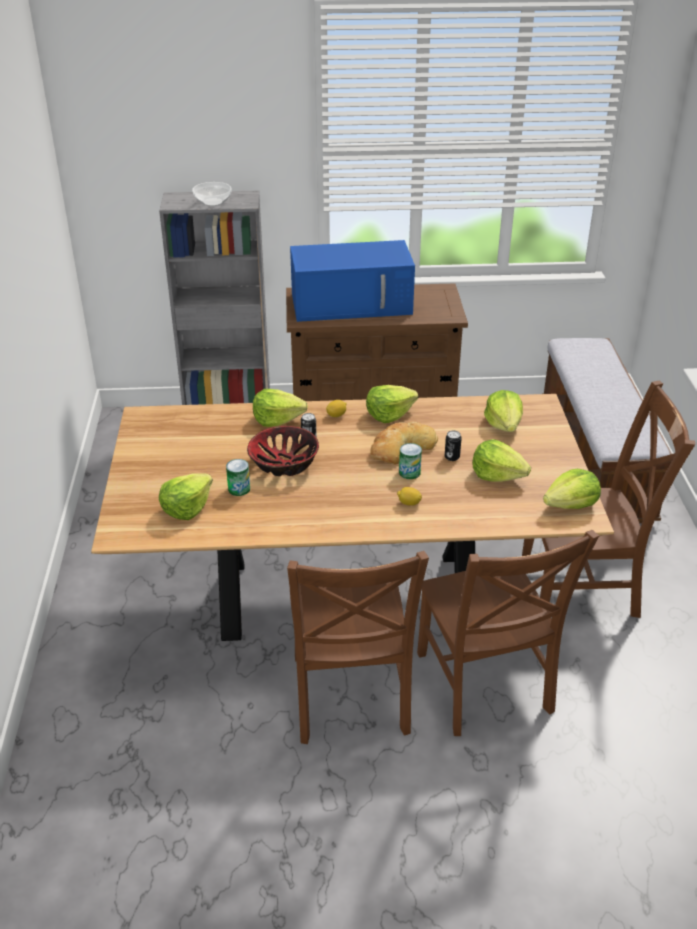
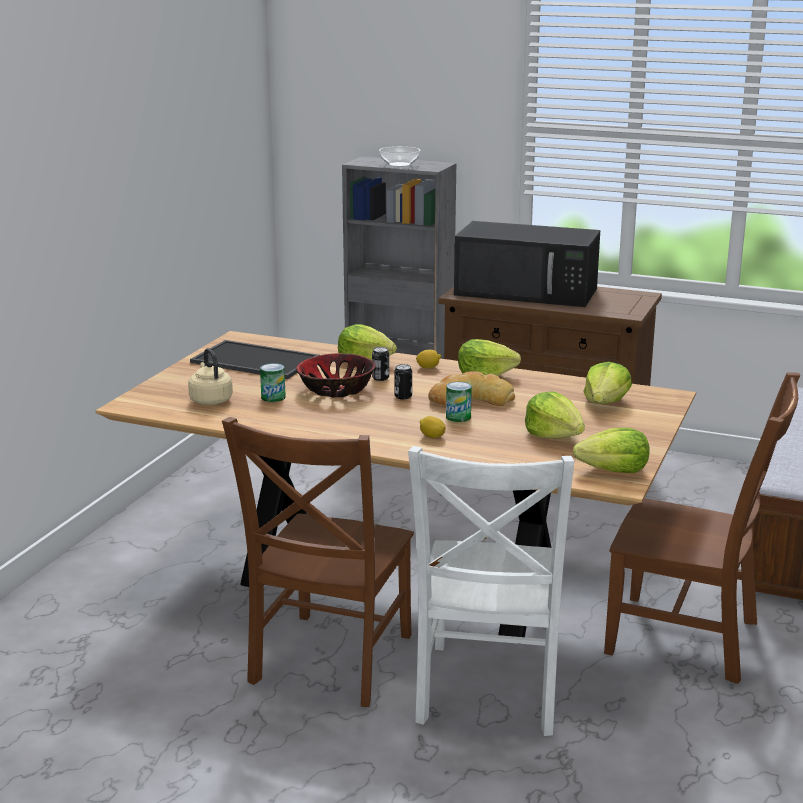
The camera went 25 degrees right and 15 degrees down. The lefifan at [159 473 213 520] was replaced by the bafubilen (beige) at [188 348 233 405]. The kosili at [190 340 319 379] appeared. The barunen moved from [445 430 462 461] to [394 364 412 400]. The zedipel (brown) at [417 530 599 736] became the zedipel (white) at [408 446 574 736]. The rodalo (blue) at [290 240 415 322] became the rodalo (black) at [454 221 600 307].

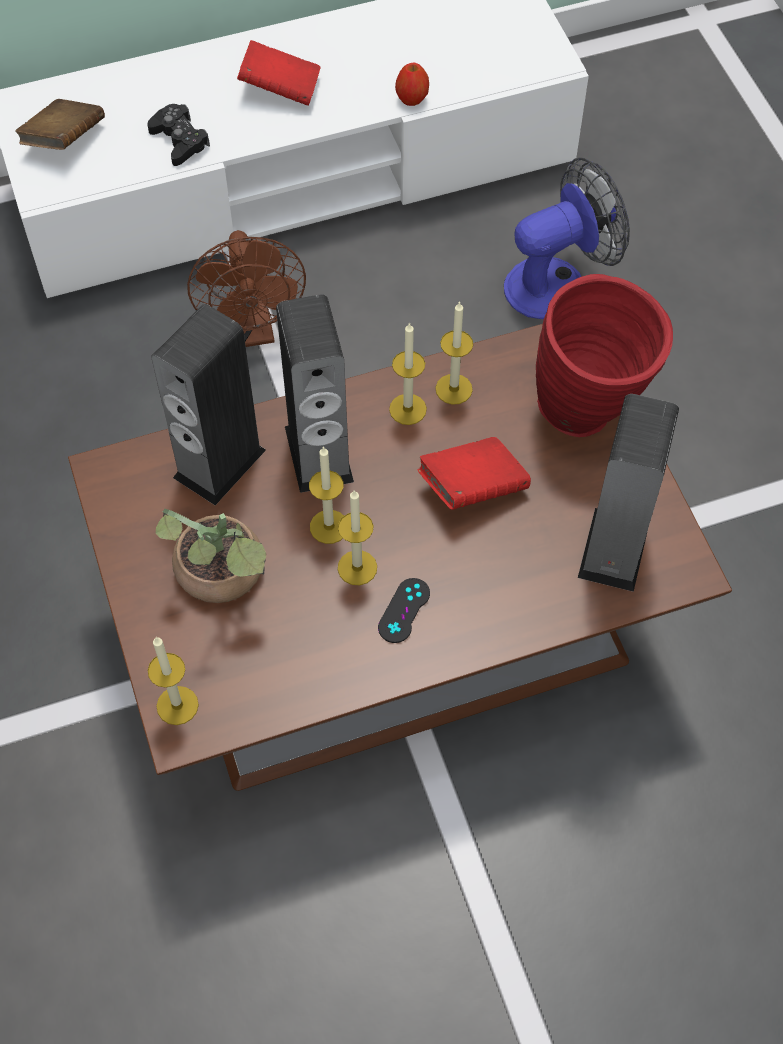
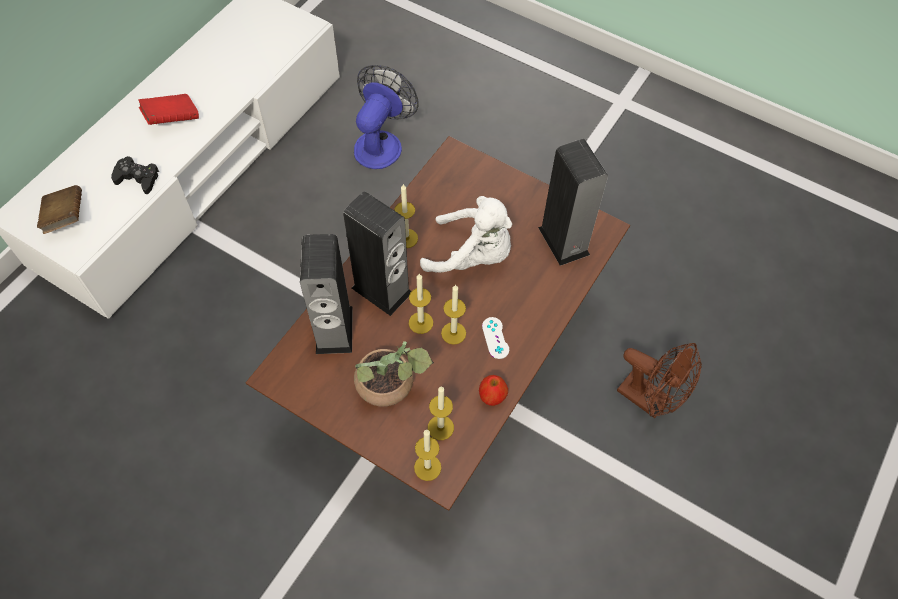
The camera went 40 degrees left and 0 degrees up. The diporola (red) at [417 437 531 510] was replaced by the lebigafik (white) at [420 196 512 273]. The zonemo moved from [435 301 473 405] to [428 387 454 440]. The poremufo moved from [395 63 429 106] to [479 375 508 406]. The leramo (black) at [378 578 430 643] became the leramo (white) at [482 317 509 359]. The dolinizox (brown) moved from [187 230 306 347] to [617 343 702 418]. The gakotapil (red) at [536 274 673 437] disappeared.

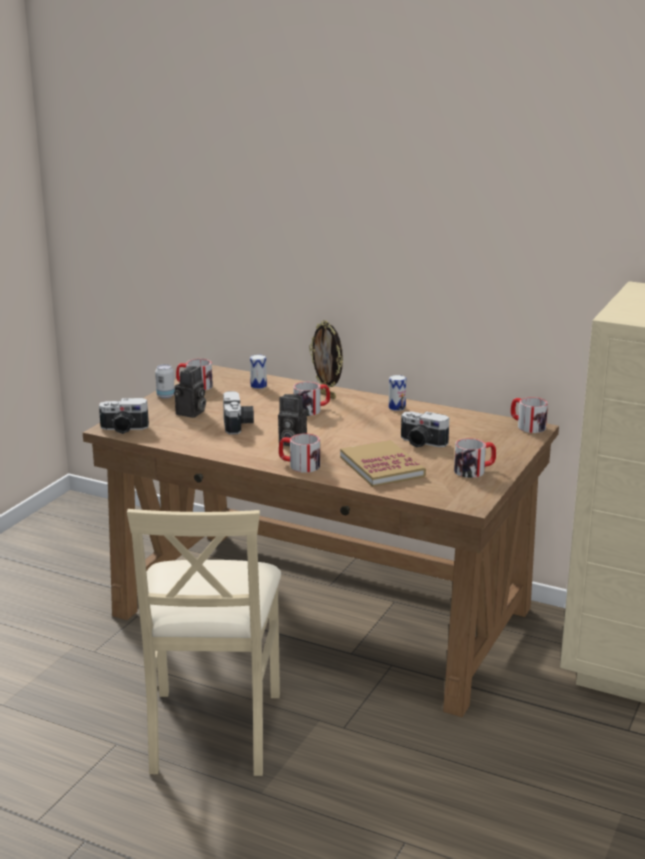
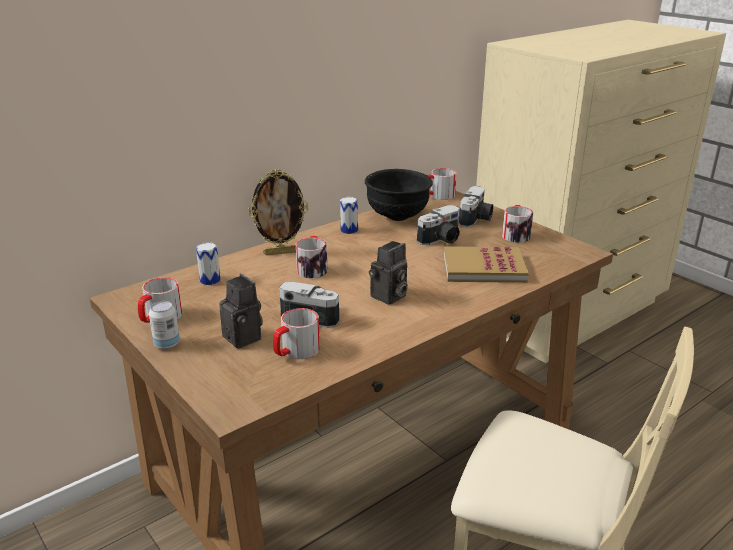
The camera went 65 degrees left and 5 degrees up. The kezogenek moved from [279 433 320 473] to [273 308 320 359]. The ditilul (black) at [365 169 433 221] appeared. The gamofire moved from [99 398 149 434] to [459 186 493 228].

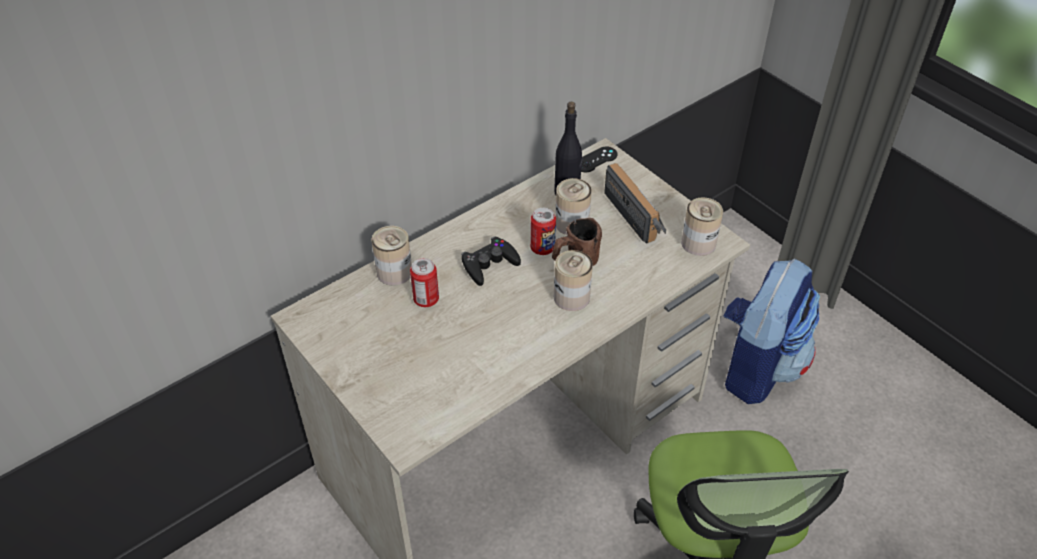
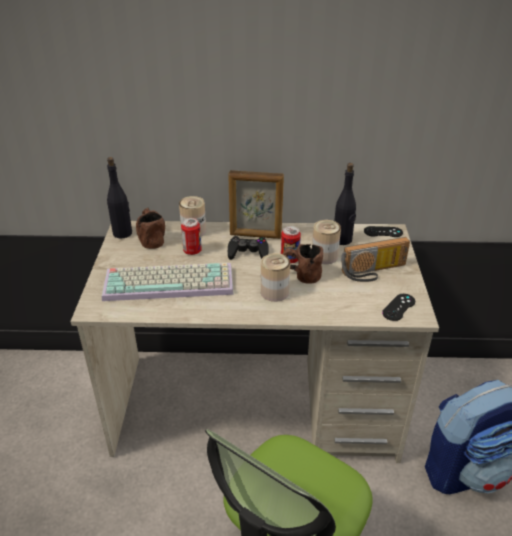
The camera went 40 degrees right and 10 degrees down. The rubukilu at [102 263 234 301] appeared. The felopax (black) at [107 157 132 239] appeared. The kezogenek (brown) at [136 208 165 249] appeared. The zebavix at [228 170 284 239] appeared. The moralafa at [604 163 666 243] turned 60 degrees clockwise. The barunen at [681 197 723 256] was replaced by the leramo (black) at [382 294 415 321].

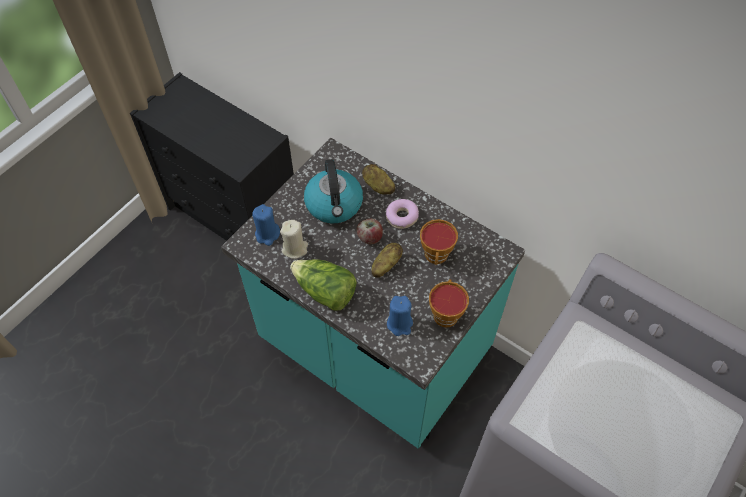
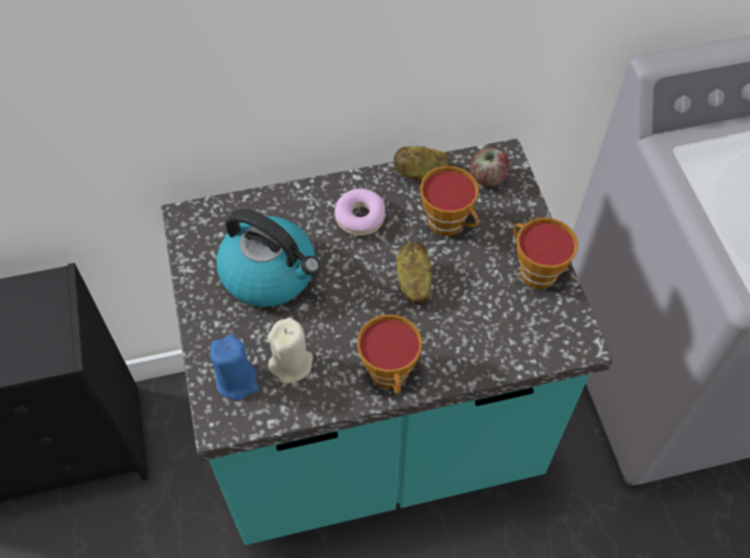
The camera went 50 degrees left and 0 degrees up. The lefifan at [290 259 357 311] was replaced by the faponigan at [357 314 422 394]. The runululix moved from [362 164 395 195] to [393 146 450 180]. The poremufo moved from [357 219 383 244] to [470 148 510 187]. The zonemo (blue) at [387 296 413 336] disappeared.

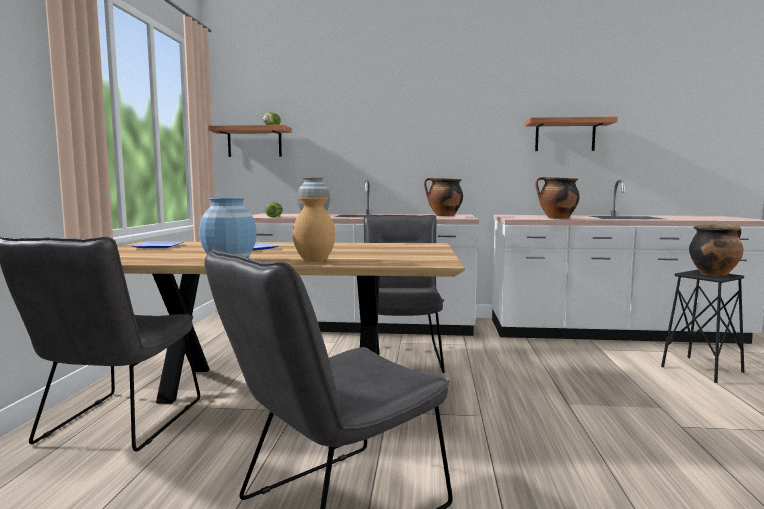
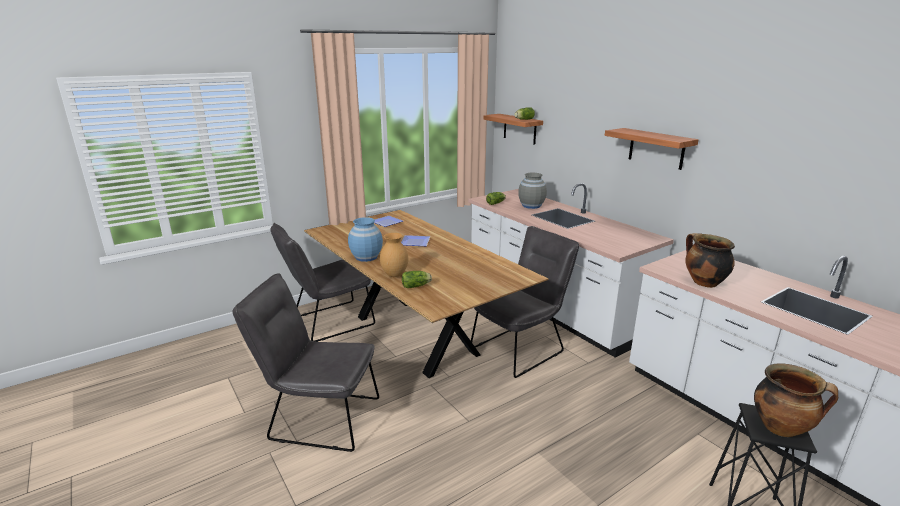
The camera went 50 degrees right and 15 degrees up. The lefifan at [402 271 432 288] appeared. The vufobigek moved from [525 117 618 151] to [605 128 699 170]. The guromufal at [424 178 463 216] disappeared.

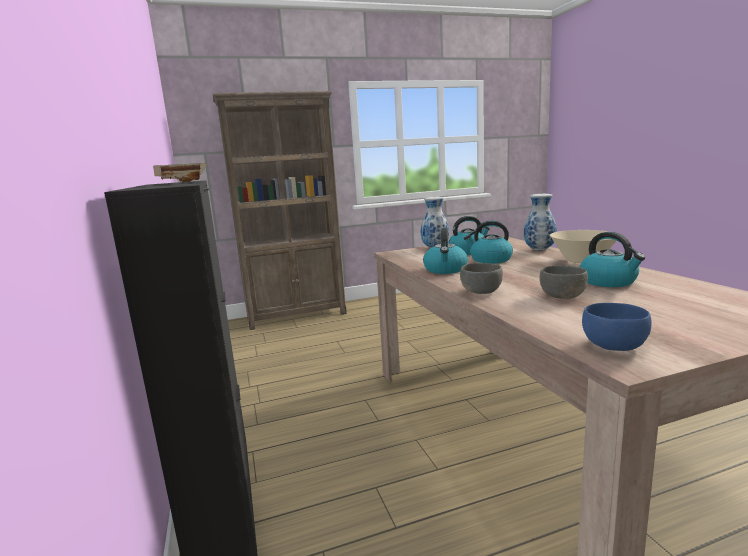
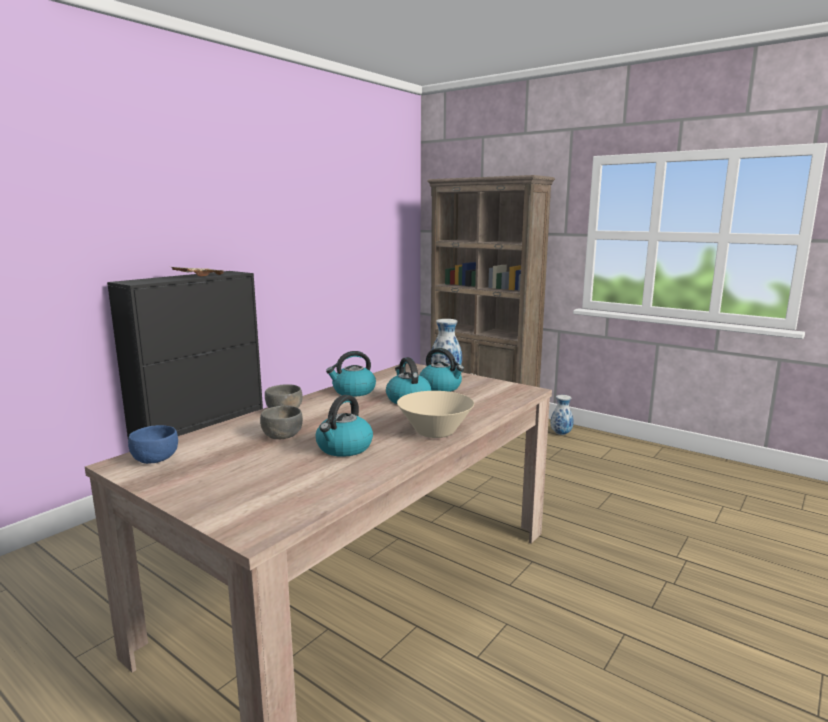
The camera went 55 degrees right and 0 degrees up. The gakotapil moved from [524 194 557 251] to [551 395 574 435].

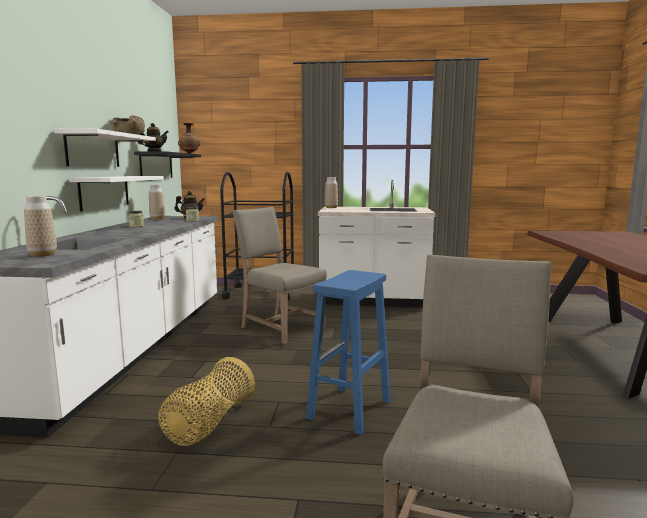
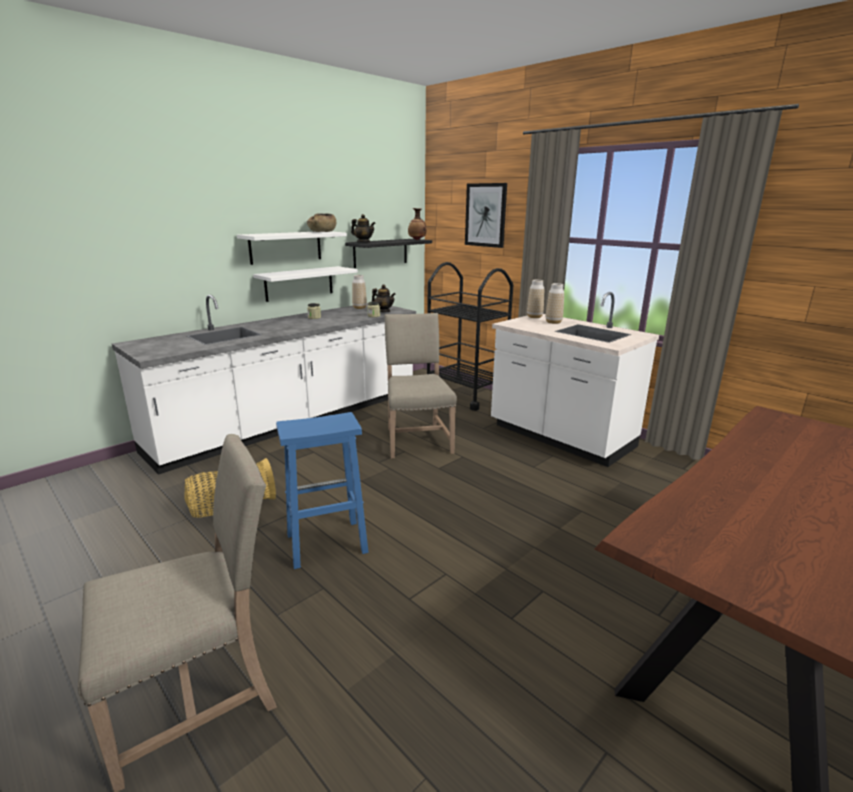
The camera went 40 degrees right and 10 degrees up. The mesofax at [465 183 507 248] appeared. The gakotapil moved from [24 196 57 257] to [546 283 564 324].

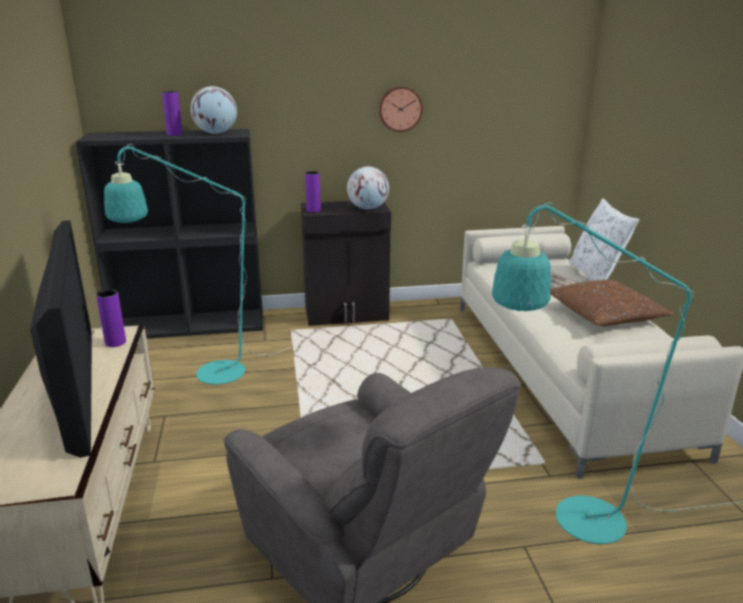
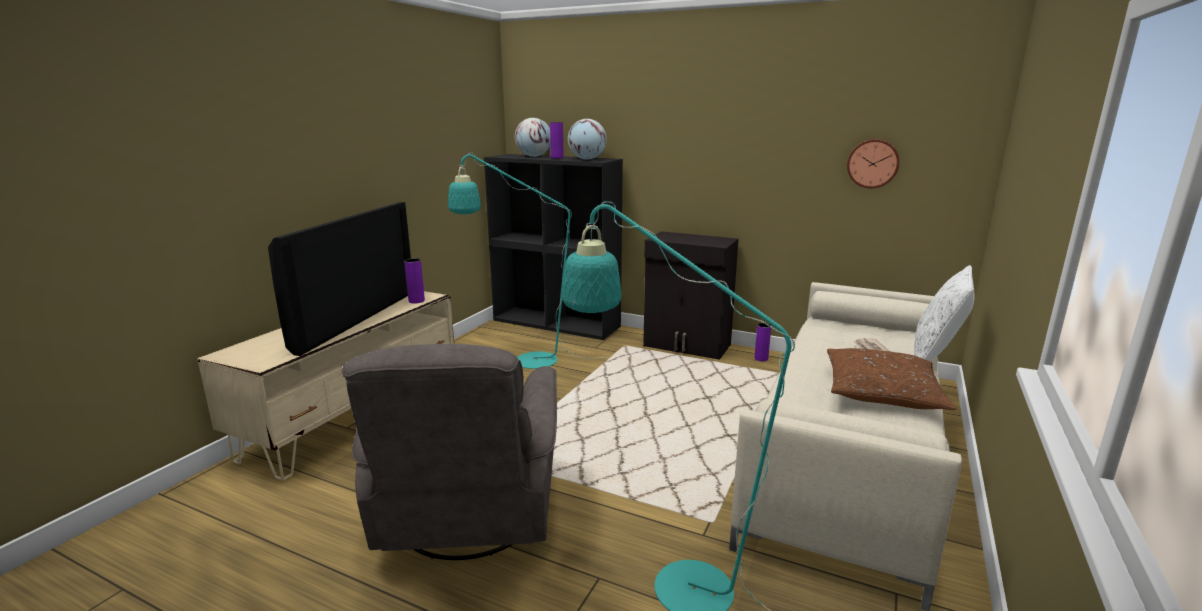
The camera went 35 degrees right and 5 degrees down. The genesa moved from [347 166 389 210] to [515 118 550 157]. The gakotapil (purple) moved from [305 171 321 212] to [754 323 771 361]. The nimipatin moved from [379 86 423 132] to [847 139 900 189].

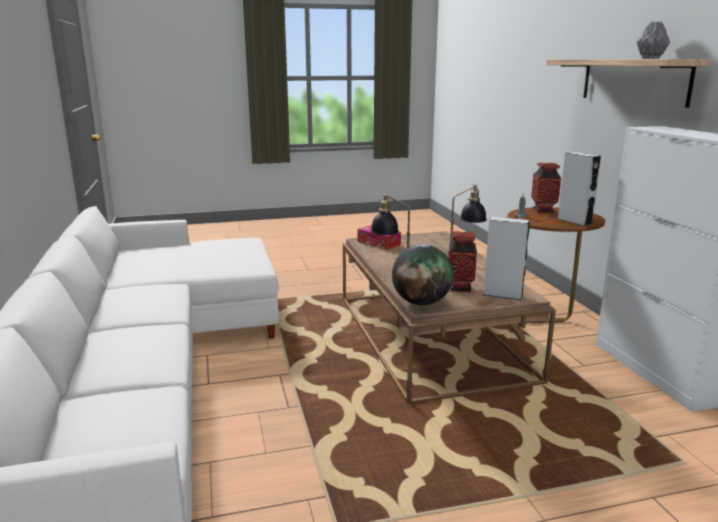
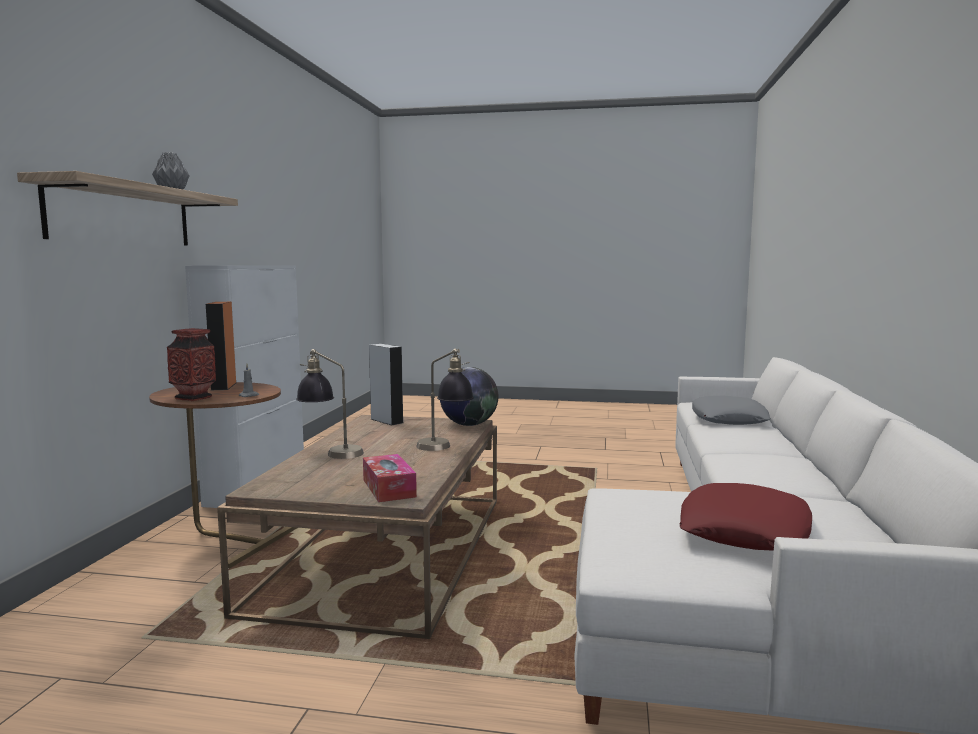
The camera went 155 degrees left and 10 degrees down. The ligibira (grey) at [558 152 601 226] became the ligibira (orange) at [206 302 236 390]. The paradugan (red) at [679 483 812 551] appeared. The paradugan (grey) at [692 395 771 425] appeared. The gakotapil at [449 232 477 292] disappeared.

